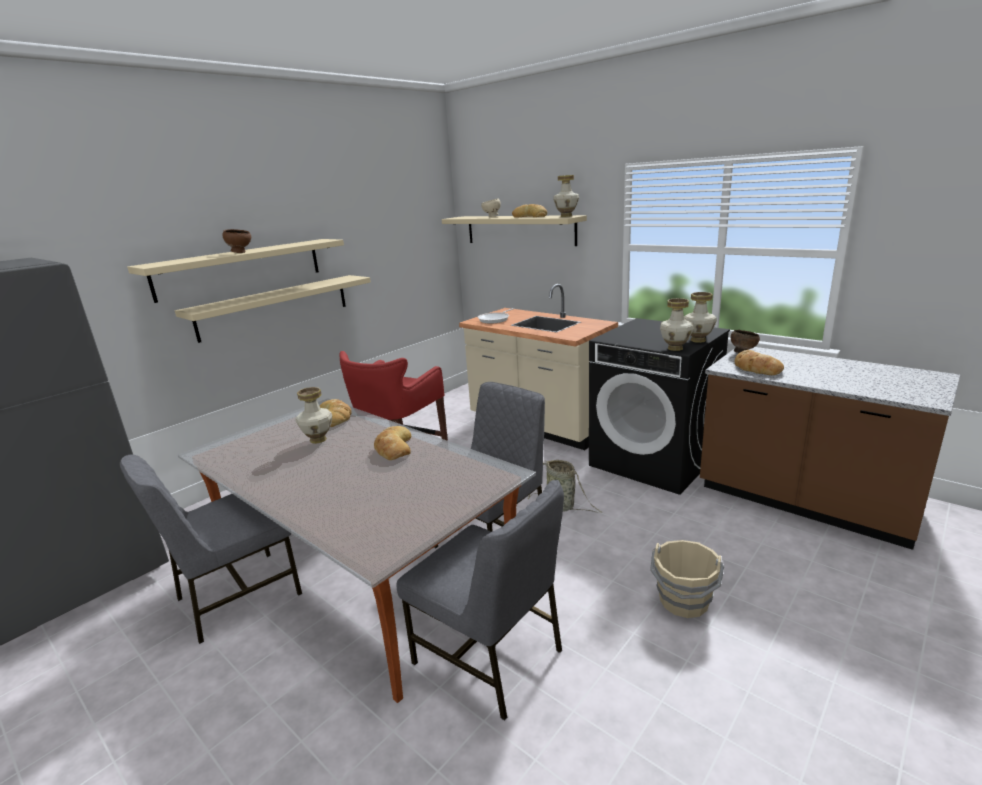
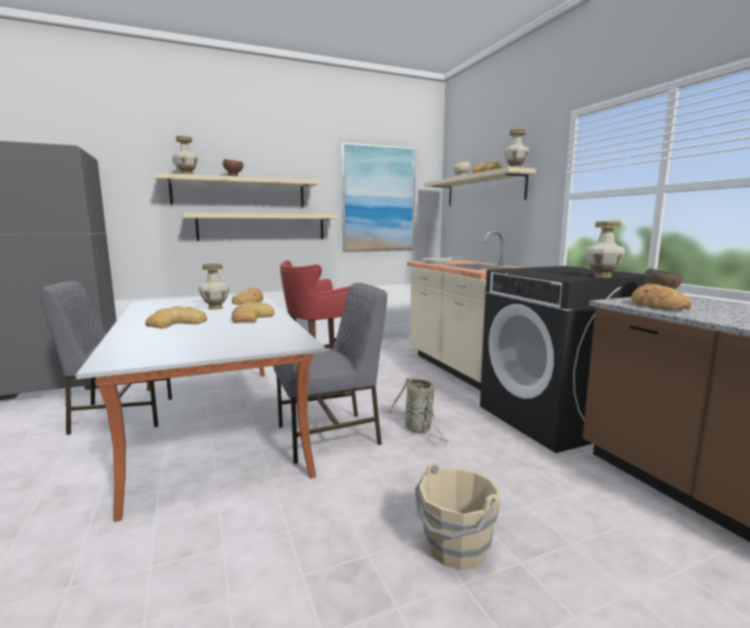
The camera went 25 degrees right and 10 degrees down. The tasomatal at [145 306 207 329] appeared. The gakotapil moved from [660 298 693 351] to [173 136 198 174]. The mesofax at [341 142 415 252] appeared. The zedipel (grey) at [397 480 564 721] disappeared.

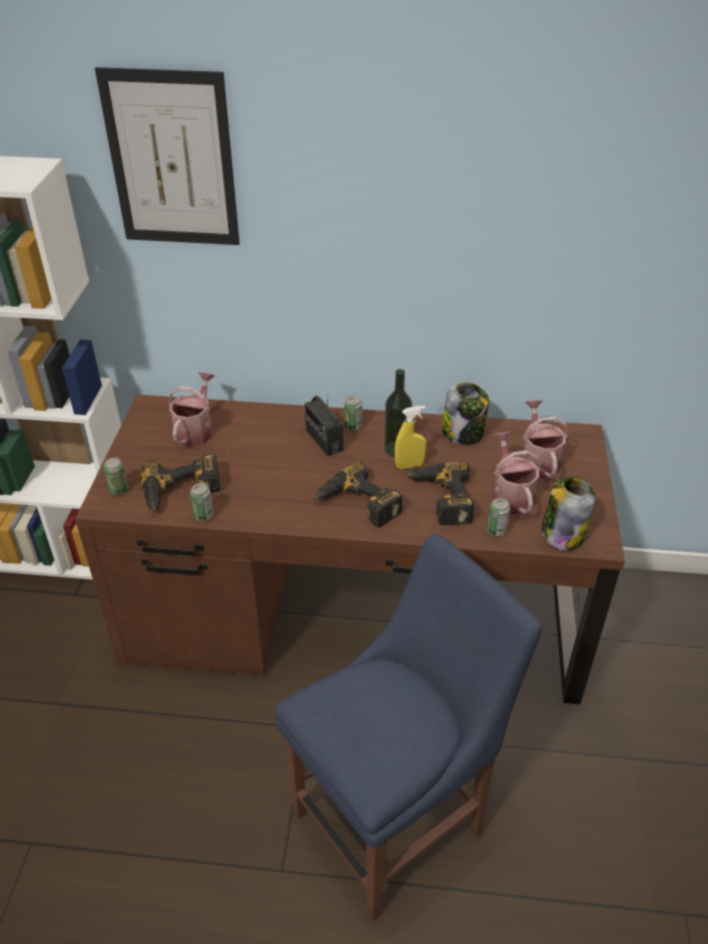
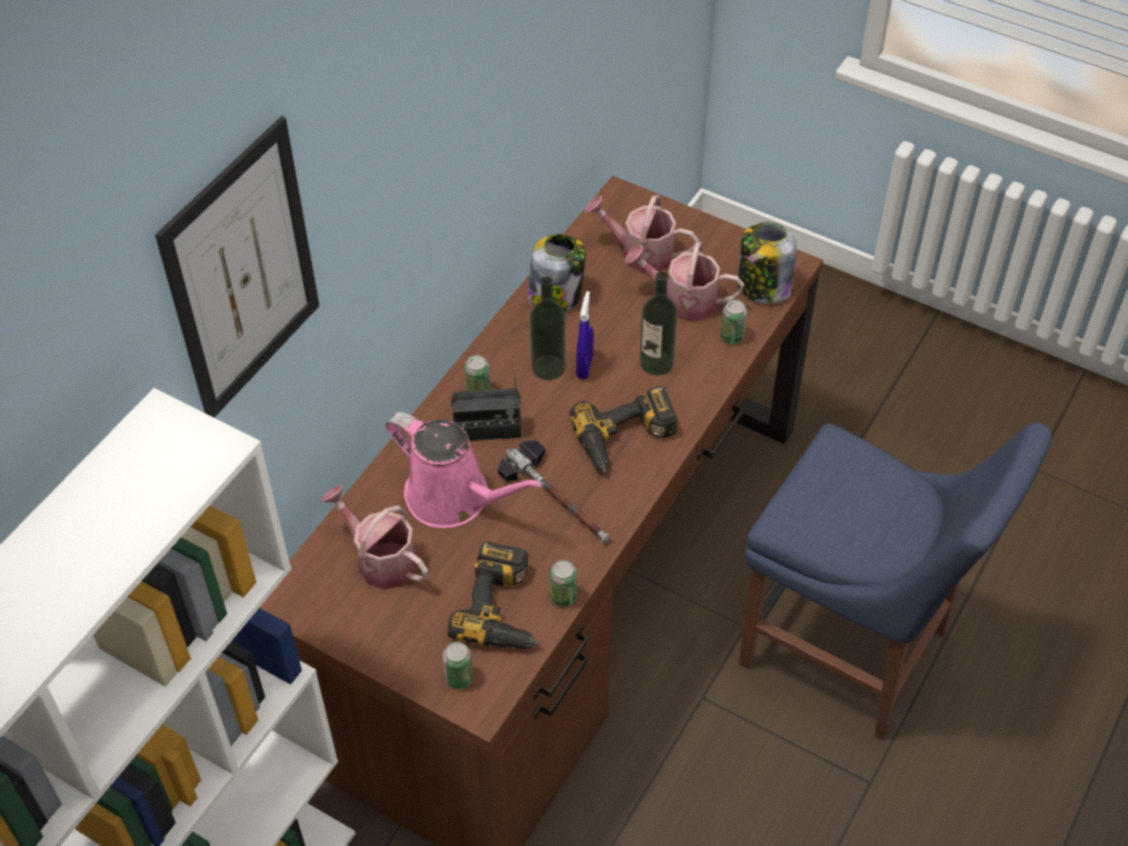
The camera went 65 degrees left and 10 degrees up. The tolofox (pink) at [386 412 544 528] appeared. The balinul at [498 440 611 543] appeared. The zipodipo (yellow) at [395 406 427 469] became the zipodipo (blue) at [576 291 593 379]. The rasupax at [405 462 475 525] was replaced by the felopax at [640 272 677 375]. The zedipel (blue) at [275 534 542 921] turned 135 degrees clockwise.

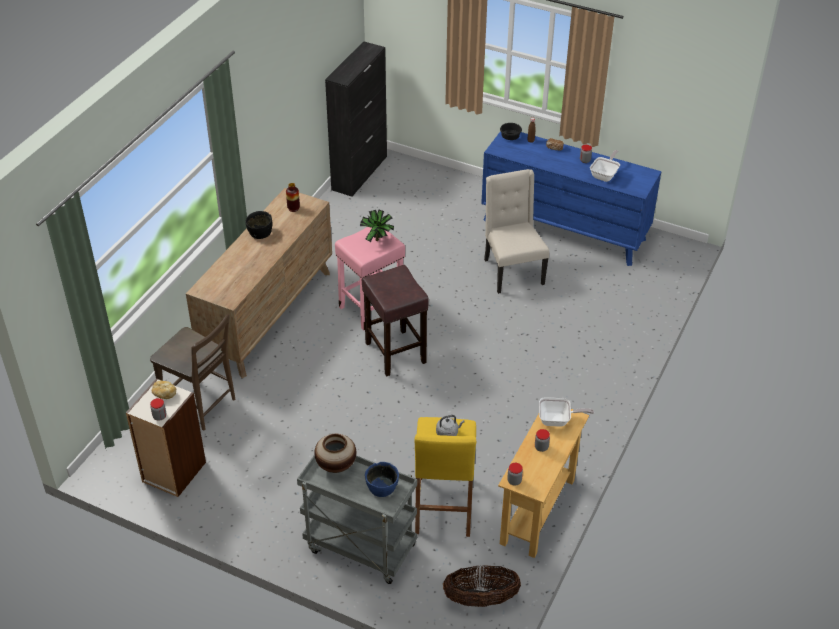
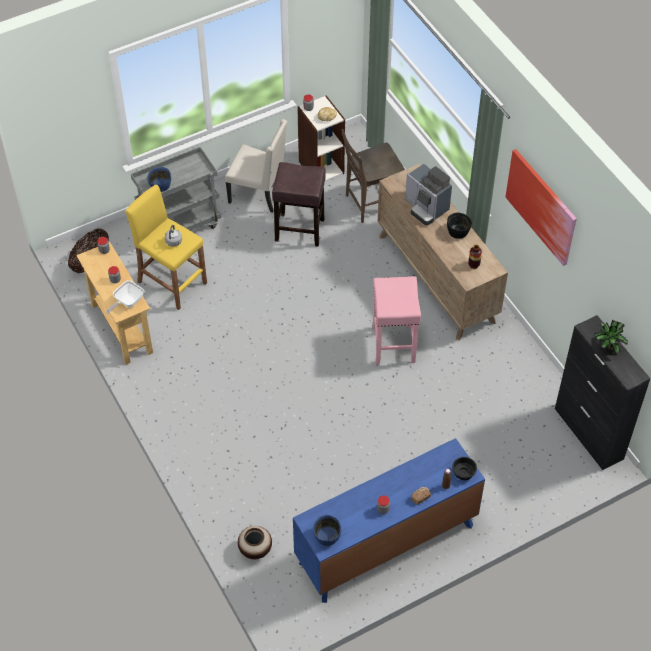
The camera went 125 degrees right and 10 degrees up. The zedipel (beige) moved from [484 169 549 294] to [225 119 287 213]. The gakotapil moved from [314 434 356 473] to [238 526 272 559]. The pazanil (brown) moved from [362 265 429 376] to [272 162 326 247]. The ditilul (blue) at [313 515 341 546] appeared. The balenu at [405 164 452 226] appeared. The mesofax at [505 149 577 266] appeared. The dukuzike moved from [360 210 394 242] to [594 320 628 354]. The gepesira at [590 150 620 182] disappeared.

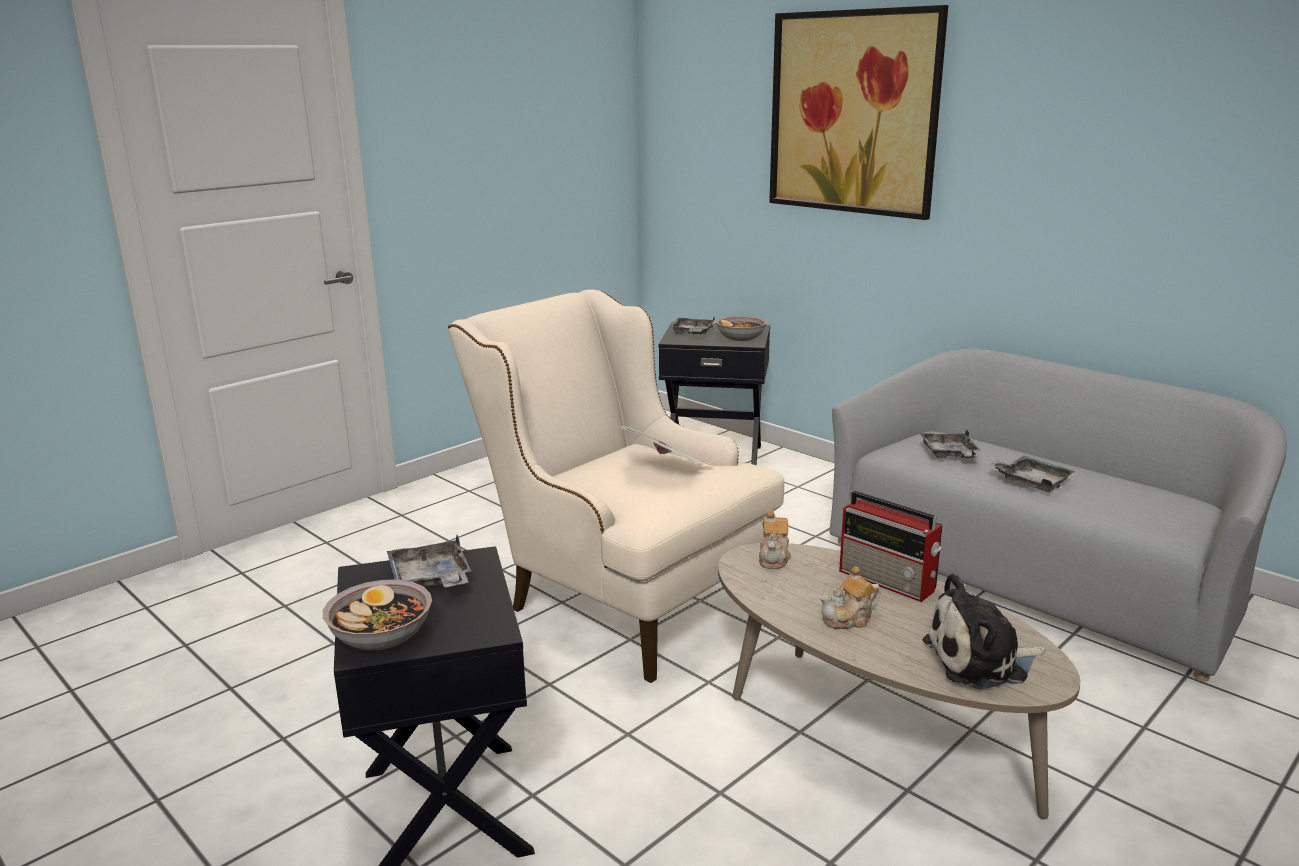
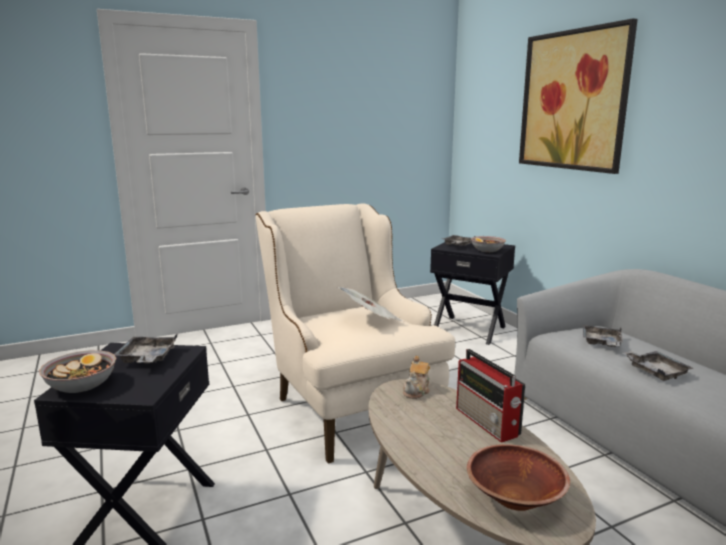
The camera went 20 degrees right and 5 degrees down. The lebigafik at [922 573 1045 689] was replaced by the ditilul (brown) at [467 444 570 511]. The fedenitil at [820 566 881 629] disappeared.

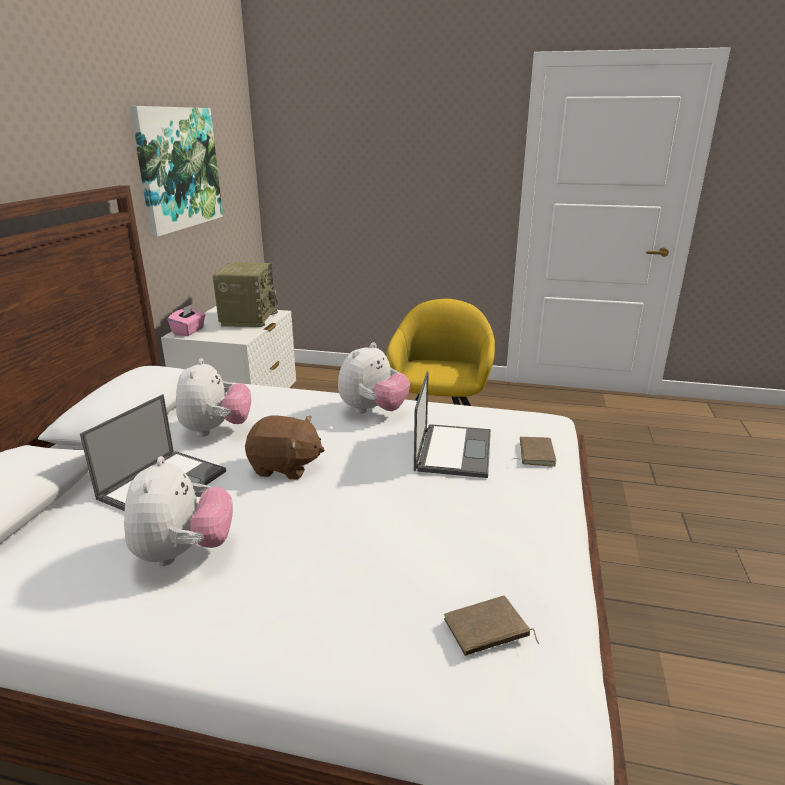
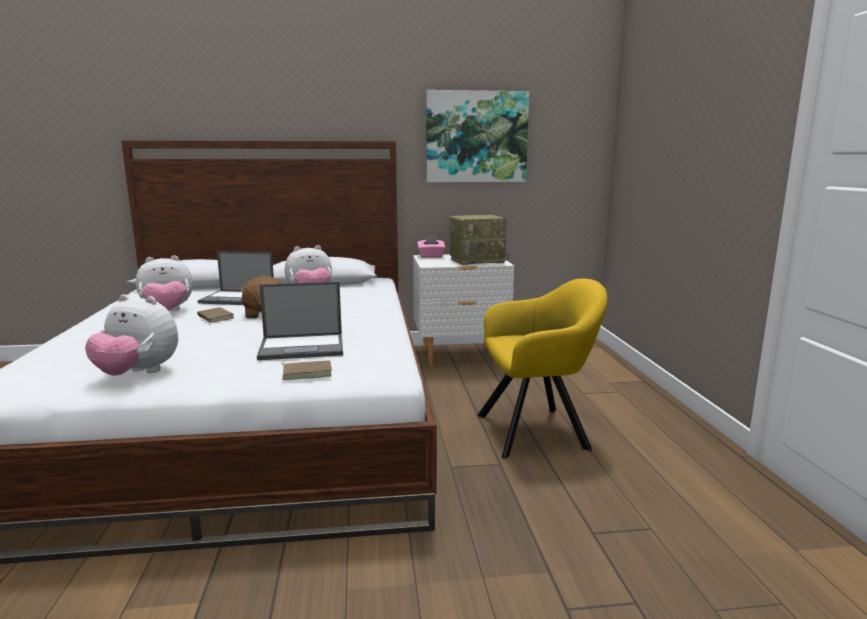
The camera went 70 degrees right and 10 degrees down. The lebigafik moved from [338 342 410 414] to [85 294 178 376]. The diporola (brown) moved from [444 595 539 656] to [197 307 234 323].

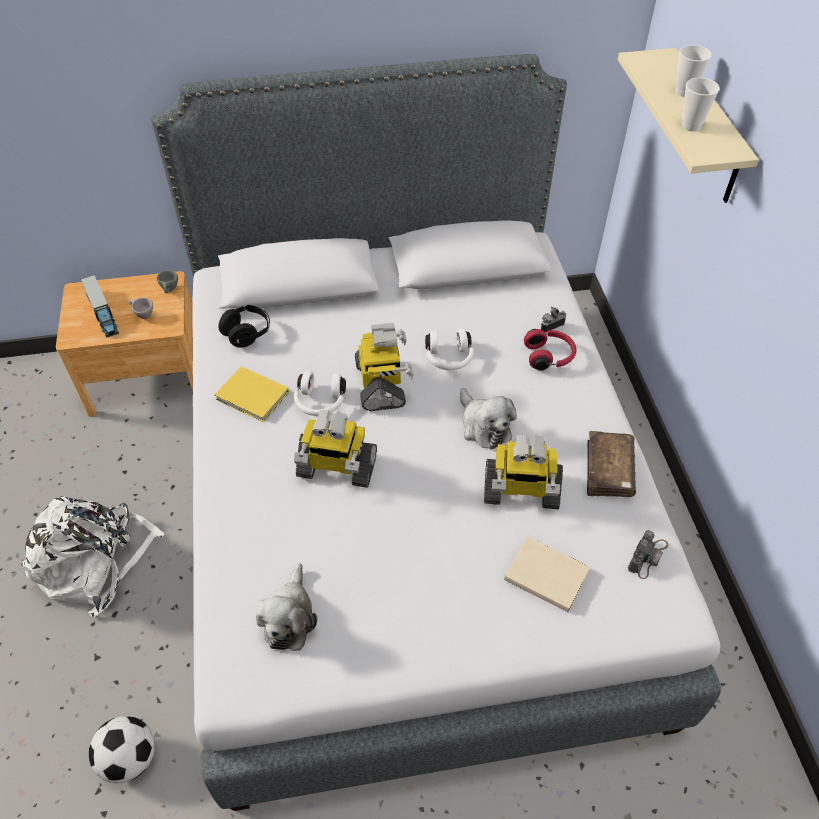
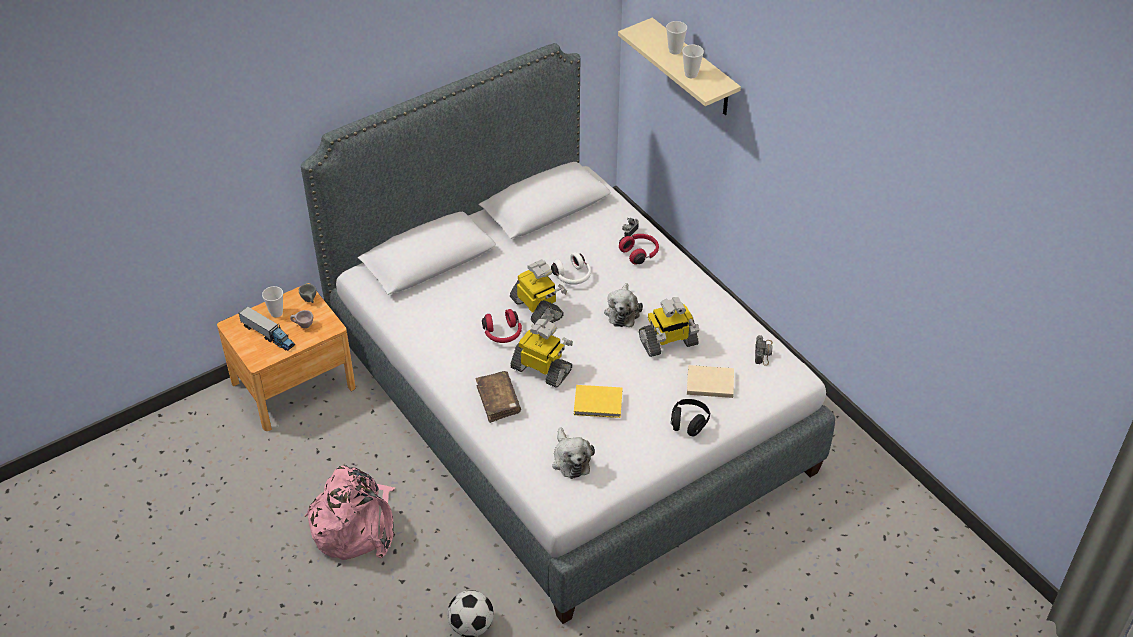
The camera went 25 degrees left and 5 degrees down. The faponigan at [262 286 283 318] appeared. The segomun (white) at [21 496 165 618] became the segomun (pink) at [305 465 395 560]. The diporola (brown) moved from [587 431 636 497] to [476 371 521 423]. The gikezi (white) at [294 371 346 416] became the gikezi (red) at [482 309 522 343]. The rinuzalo at [294 410 377 488] turned 135 degrees counterclockwise. The diporola (yellow) moved from [215 366 289 422] to [574 385 623 418]. The lebigafik at [460 388 517 450] turned 60 degrees clockwise. The gikezi (black) moved from [218 305 270 348] to [671 399 710 436].

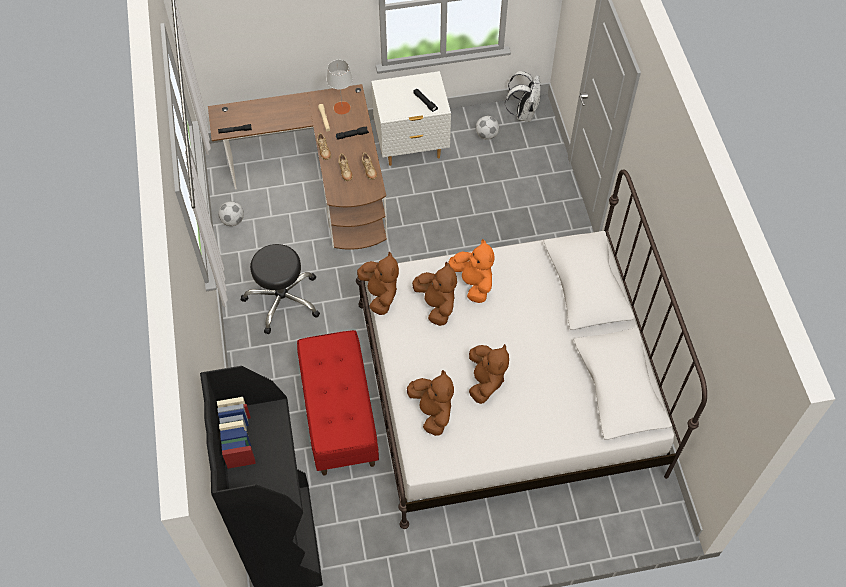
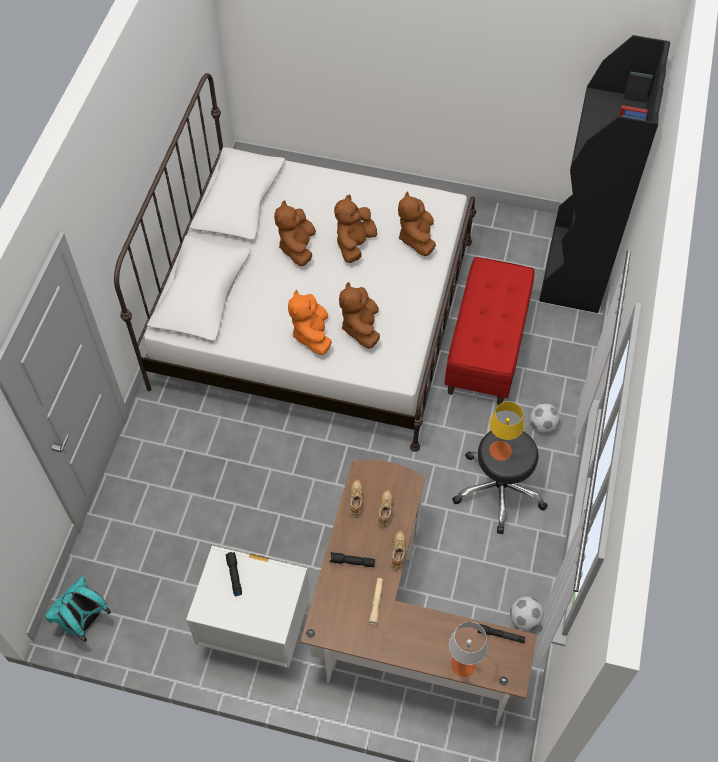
The camera went 155 degrees left and 0 degrees up. The segomun (white) at [505 71 541 122] became the segomun (turquoise) at [45 576 111 642]. The lebigafik (brown) moved from [357 252 399 315] to [274 200 316 266]. The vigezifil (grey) moved from [327 60 353 114] to [449 622 488 677]. The vigezifil (yellow) at [489 402 524 461] appeared. The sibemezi moved from [476 116 499 140] to [529 403 560 433].

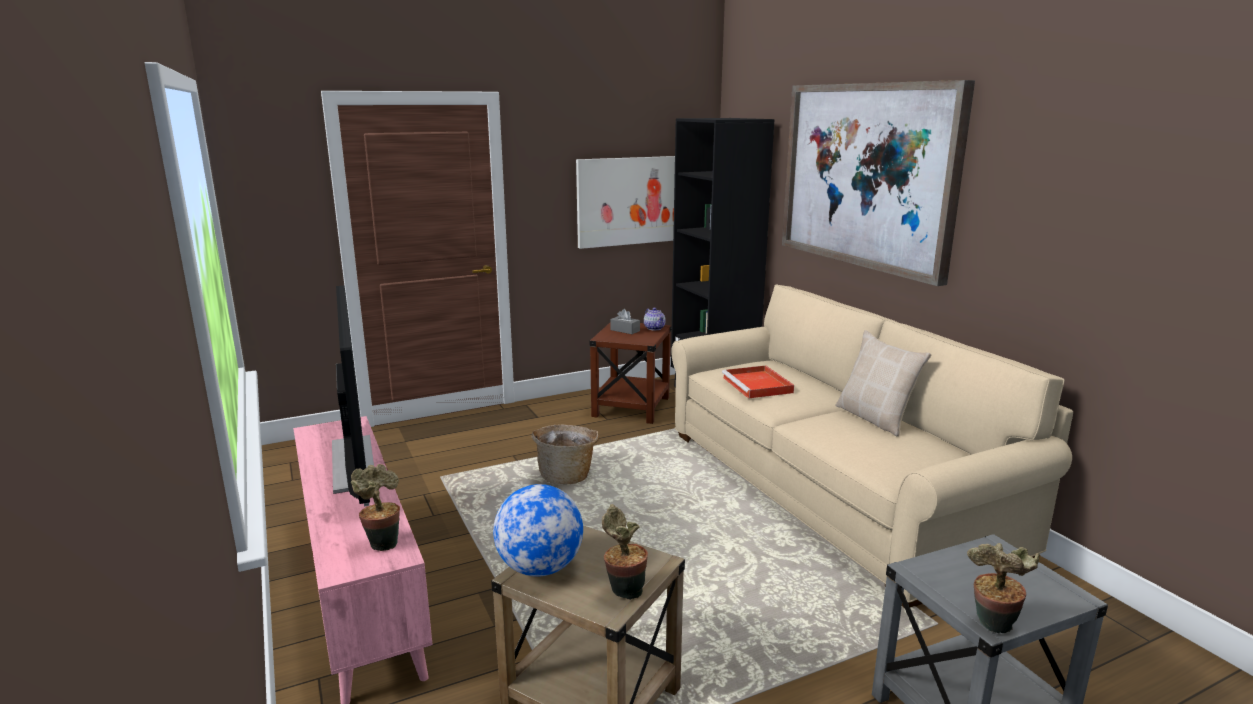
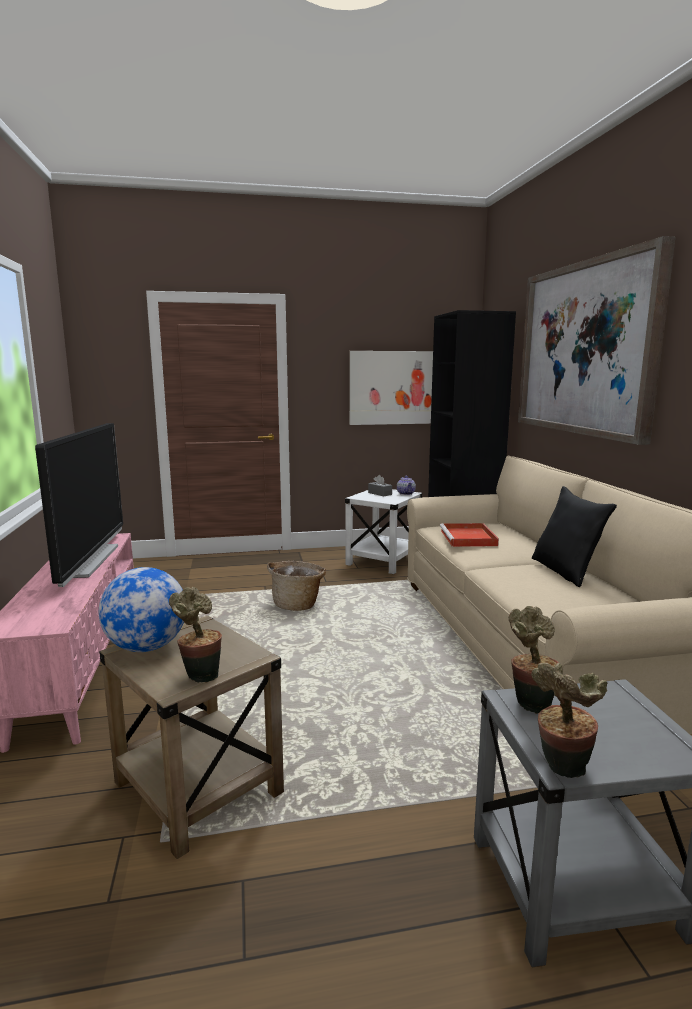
The camera went 15 degrees right and 5 degrees down. The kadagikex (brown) at [589 322 671 424] became the kadagikex (white) at [345 489 422 574]. The dukuzike moved from [351 464 400 551] to [509 606 559 714]. The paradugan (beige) at [836 330 931 437] became the paradugan (black) at [532 486 617 587].

